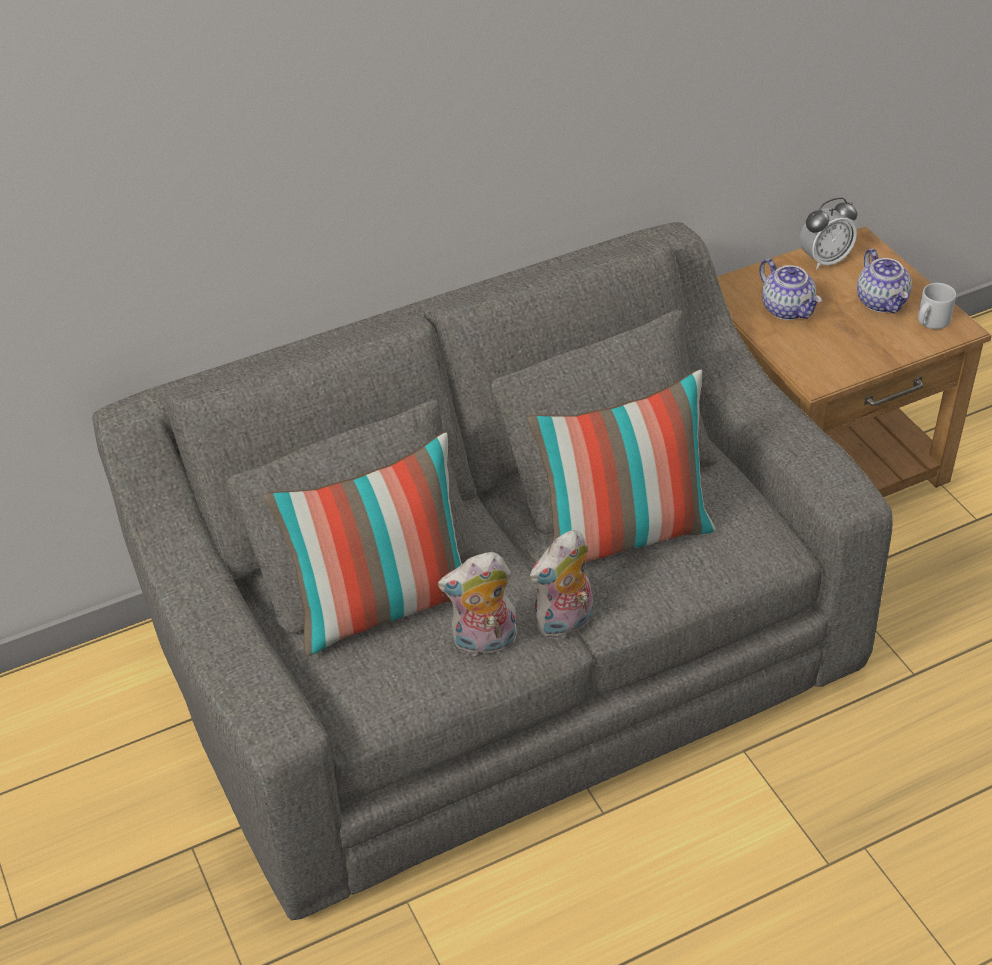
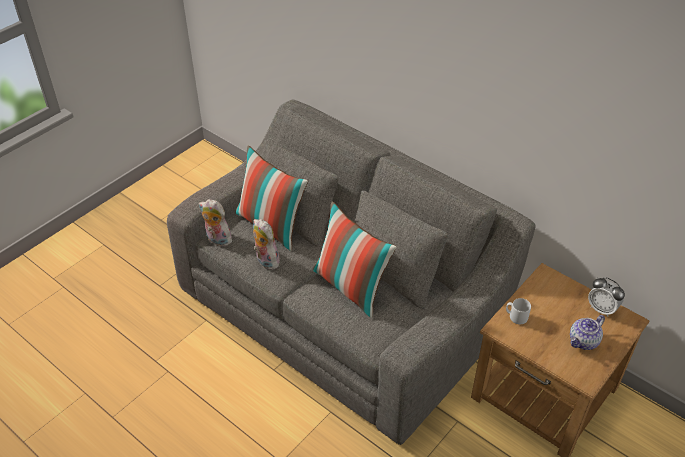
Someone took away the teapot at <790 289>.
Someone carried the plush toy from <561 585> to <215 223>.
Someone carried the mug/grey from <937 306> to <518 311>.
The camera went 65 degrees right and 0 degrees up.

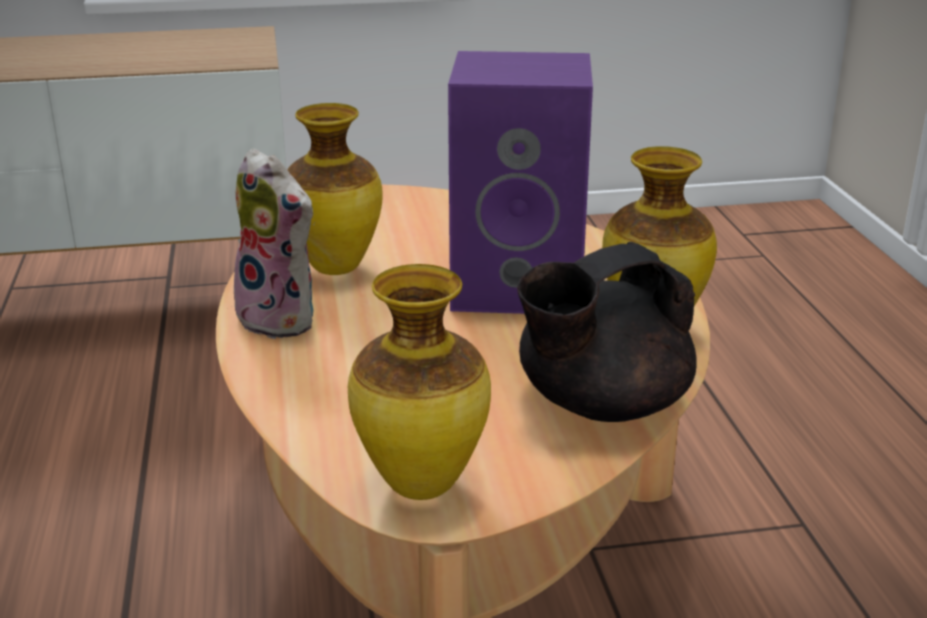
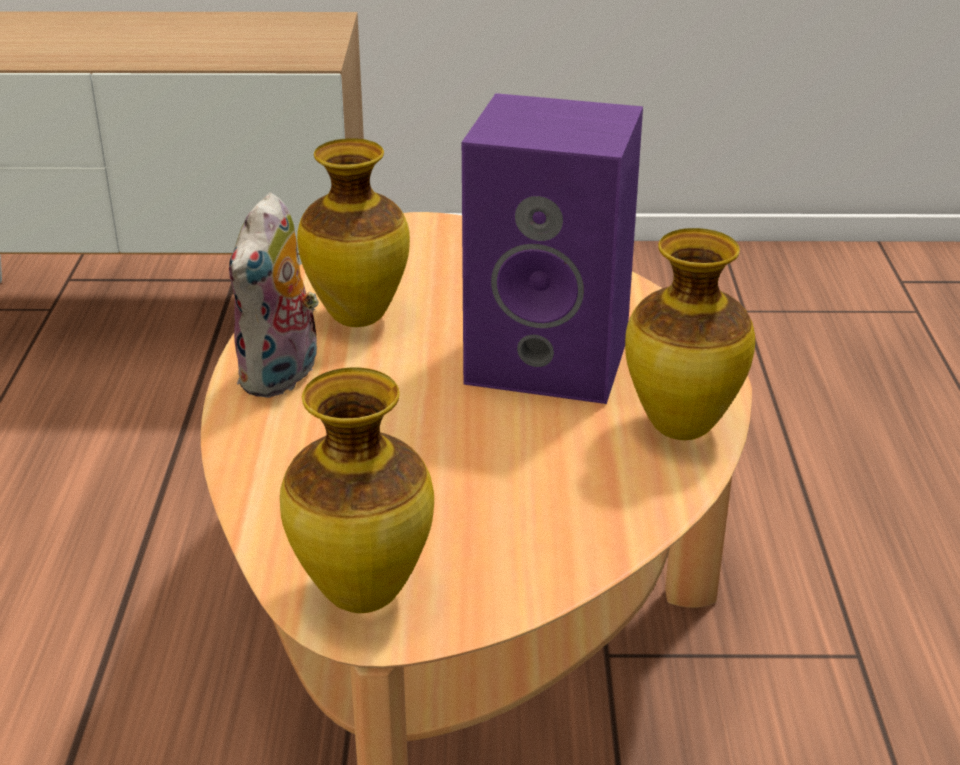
Someone took away the teapot/black at <607 332>.
Someone rotated the plush toy at <270 243> by 60 degrees clockwise.
The camera went 10 degrees right and 5 degrees up.

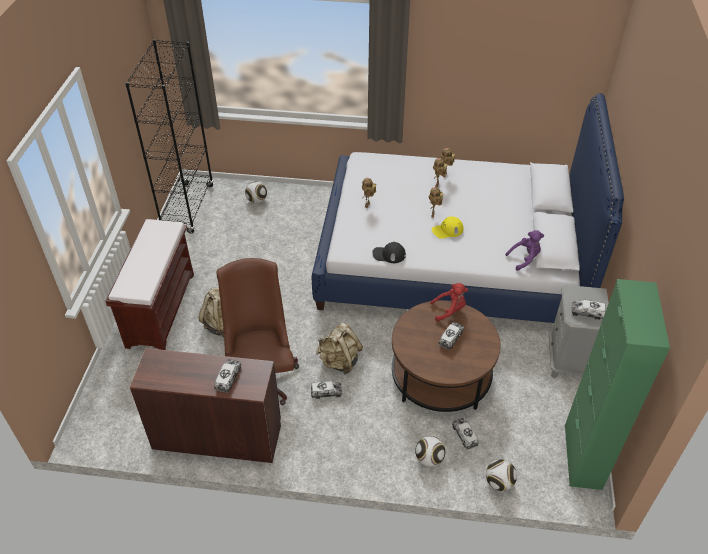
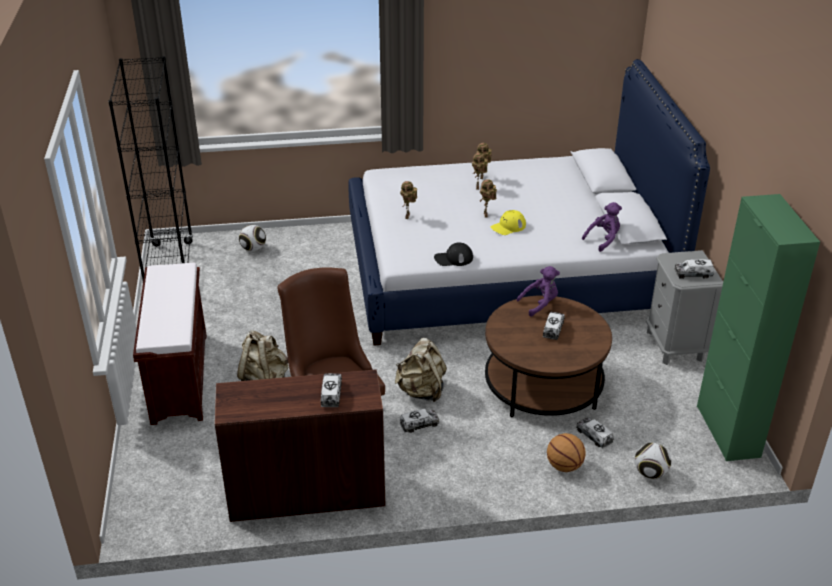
Someone swapped the football at <430 451> for the basketball at <566 452>.
Someone repainted the plush toy/red at <449 302>, which became the plush toy/purple at <538 291>.
The camera went 15 degrees left and 10 degrees down.

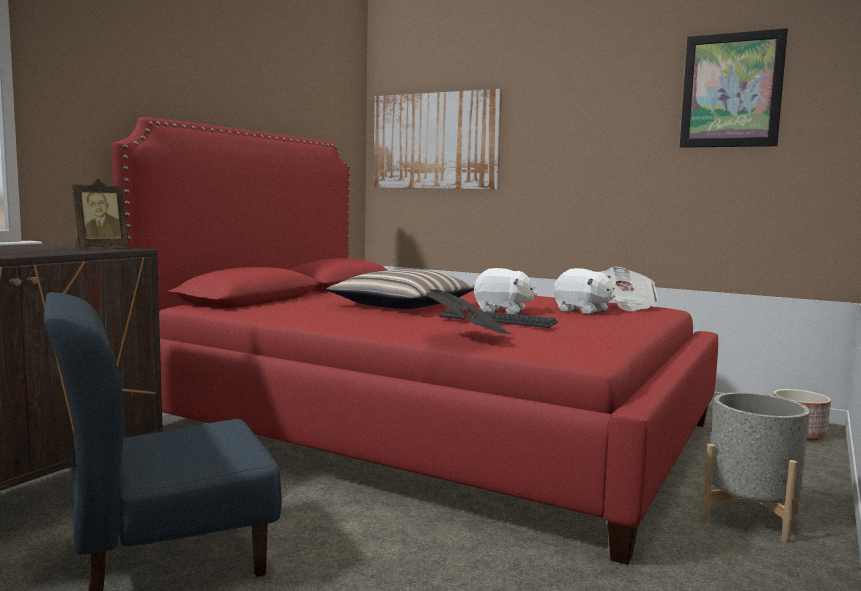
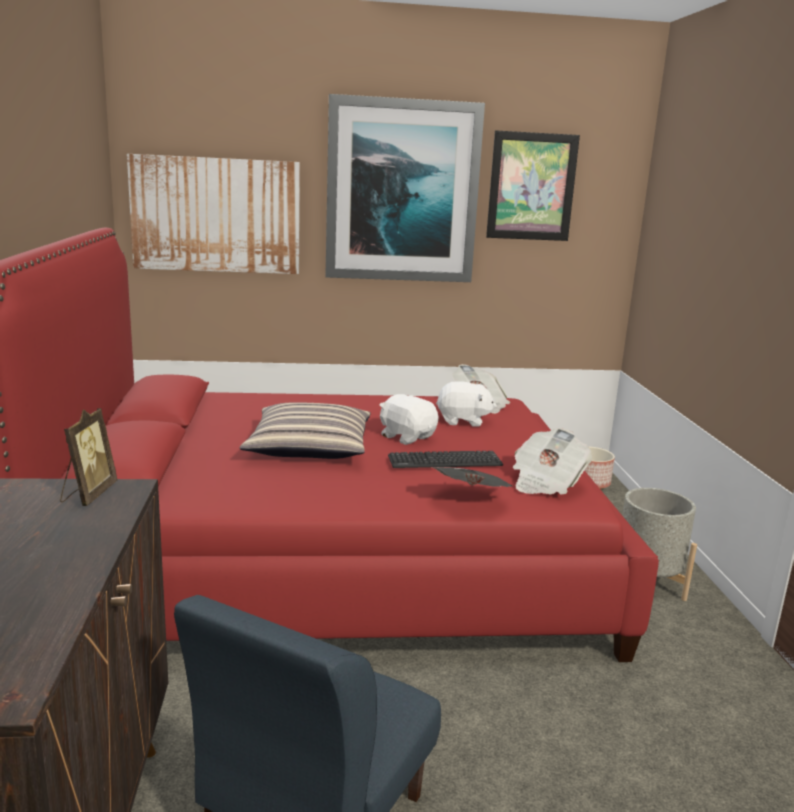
Someone put up the picture at <405 188>.
Someone put down the newspaper at <552 461>.
Someone rotated the plush toy/white at <506 291> by 120 degrees counterclockwise.
The camera went 35 degrees left and 10 degrees up.

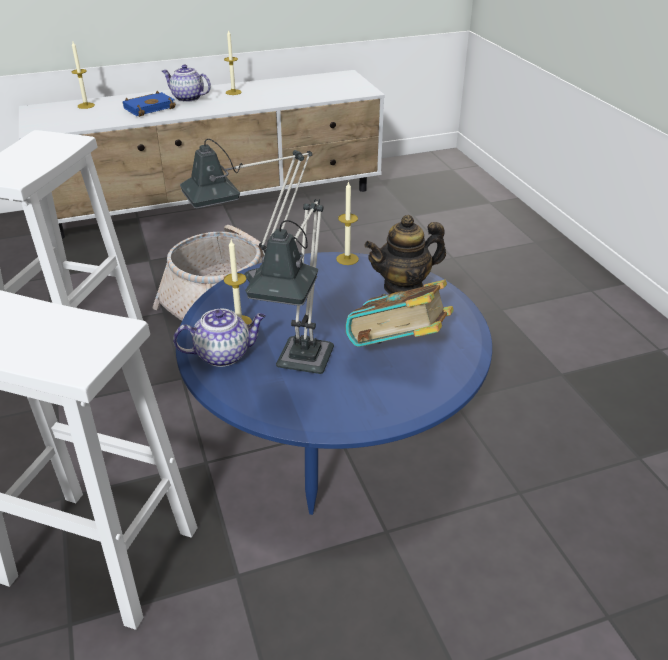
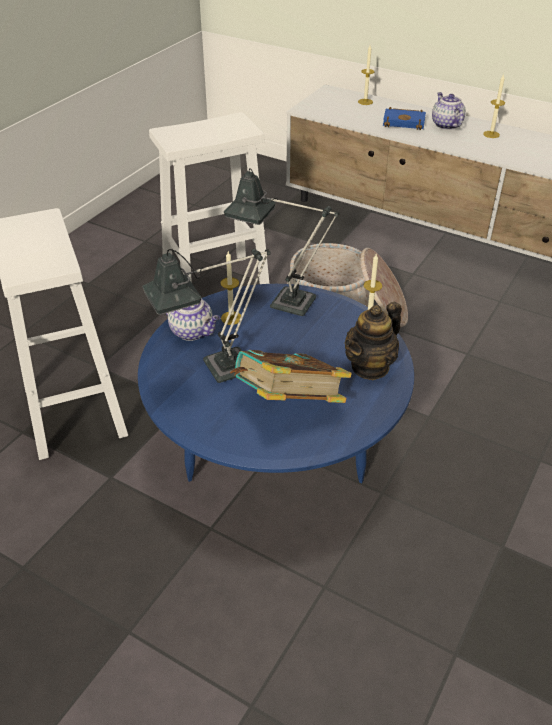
Someone rotated the teapot at <405 254> by 75 degrees counterclockwise.
The camera went 50 degrees right and 5 degrees up.

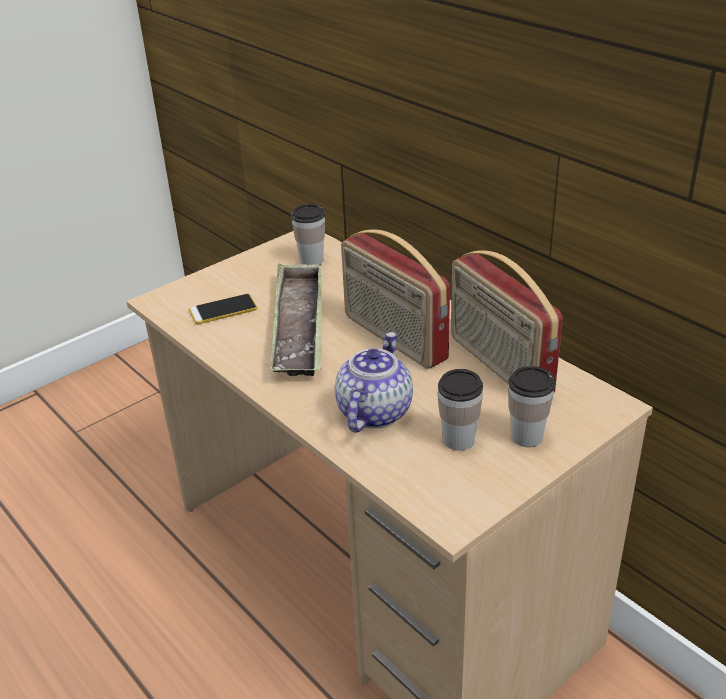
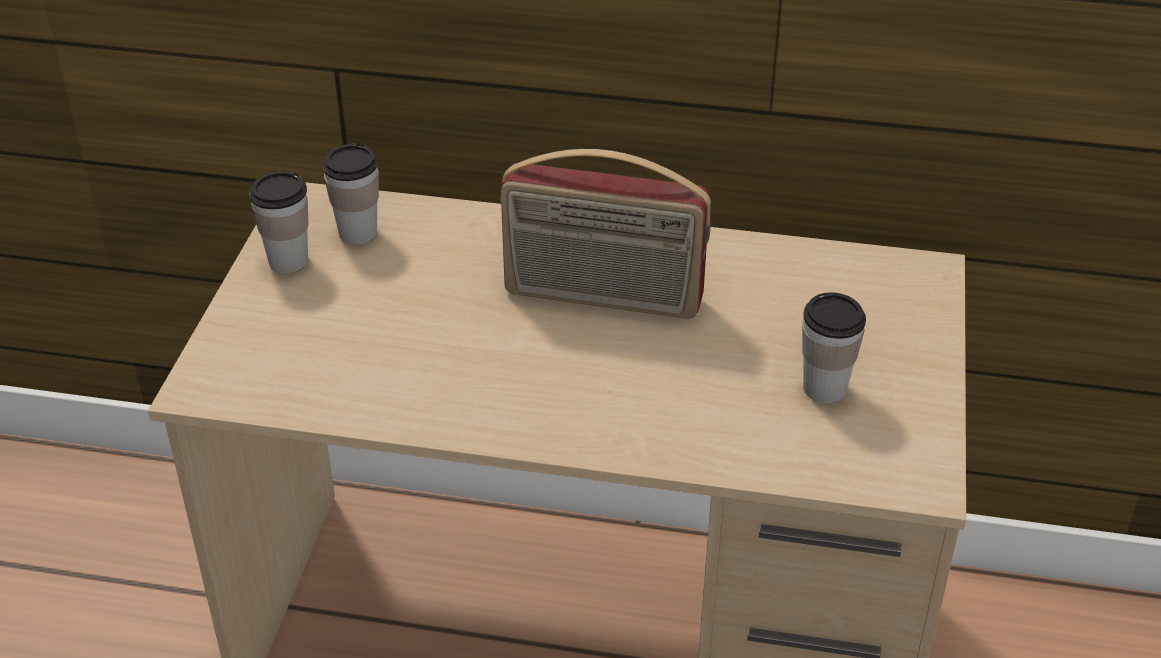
Someone took away the phone at <223 309>.
Someone took away the tray at <296 320>.
Someone took away the teapot at <374 382>.
Someone took away the radio at <507 321>.
Someone carried the cup from <532 406> to <278 222>.
The camera went 40 degrees left and 5 degrees up.

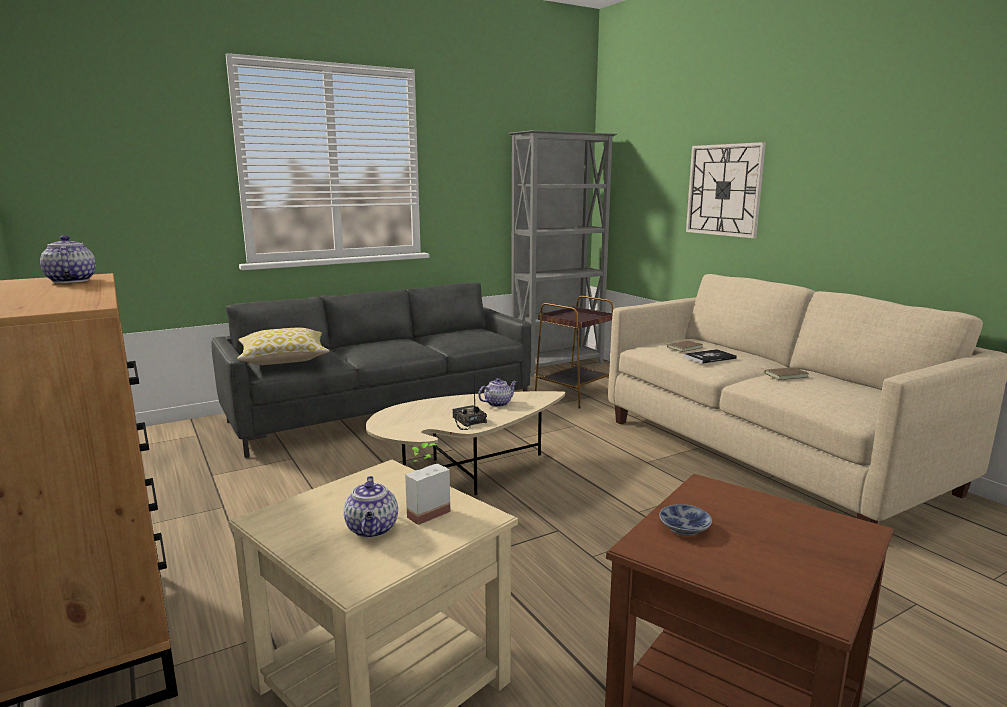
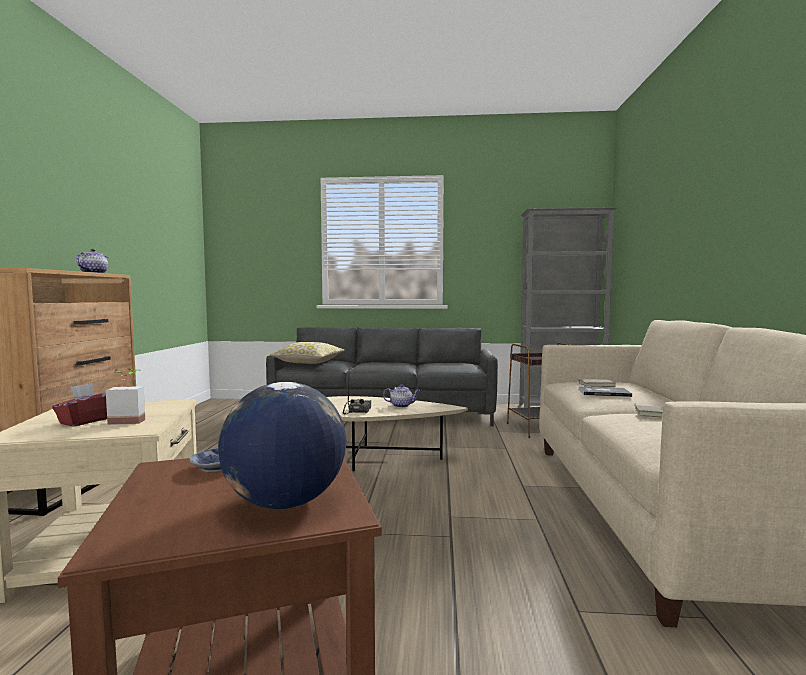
Someone took away the wall clock at <726 190>.
Someone put down the globe at <282 445>.
Someone swapped the teapot at <371 507> for the tissue box/red at <79 405>.
The camera went 35 degrees right and 10 degrees down.

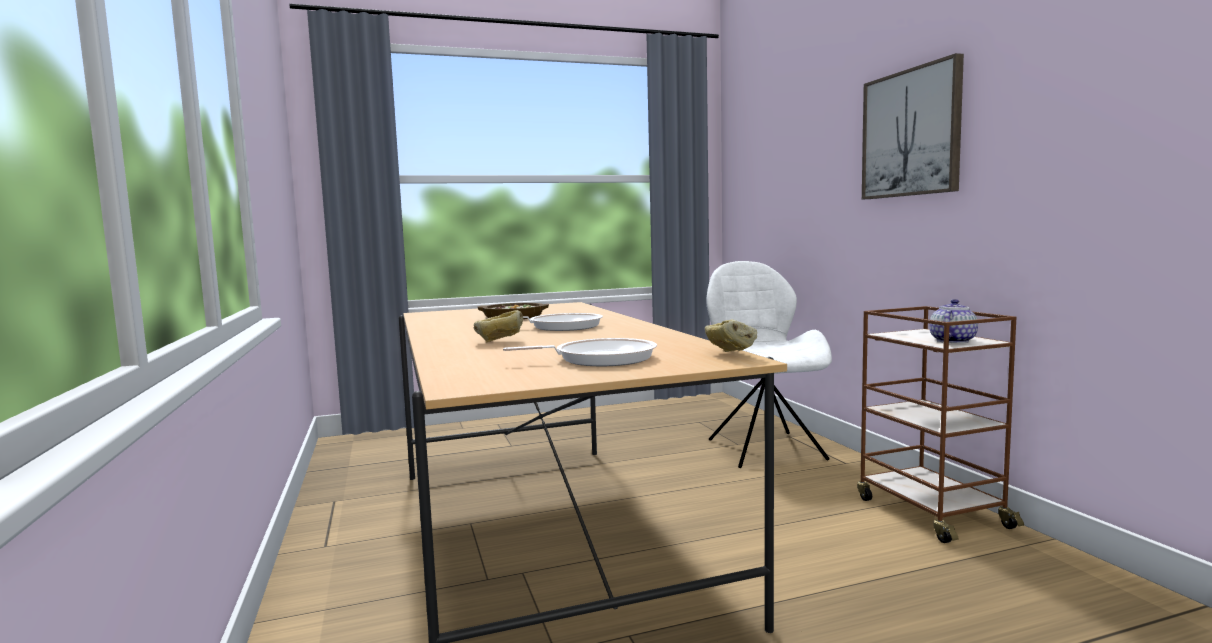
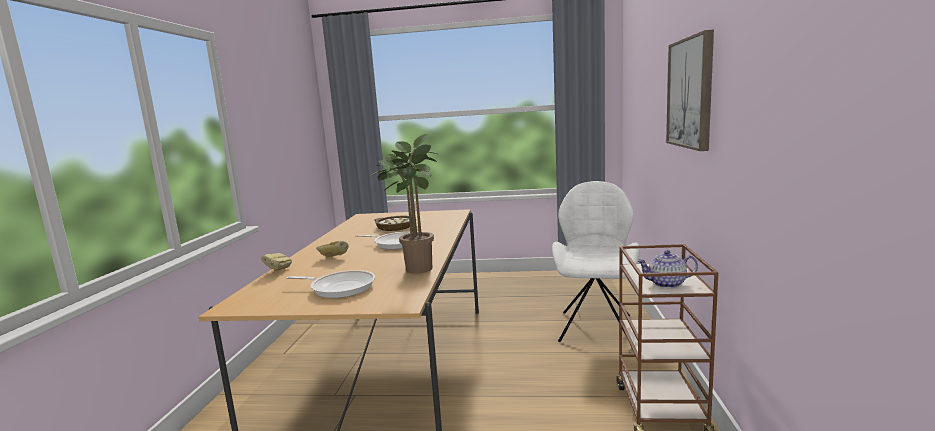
Someone put down the potted plant at <404 204>.
Someone carried the bread from <731 336> to <276 262>.
Someone rotated the teapot at <953 321> by 150 degrees counterclockwise.
The camera went 25 degrees right and 5 degrees up.

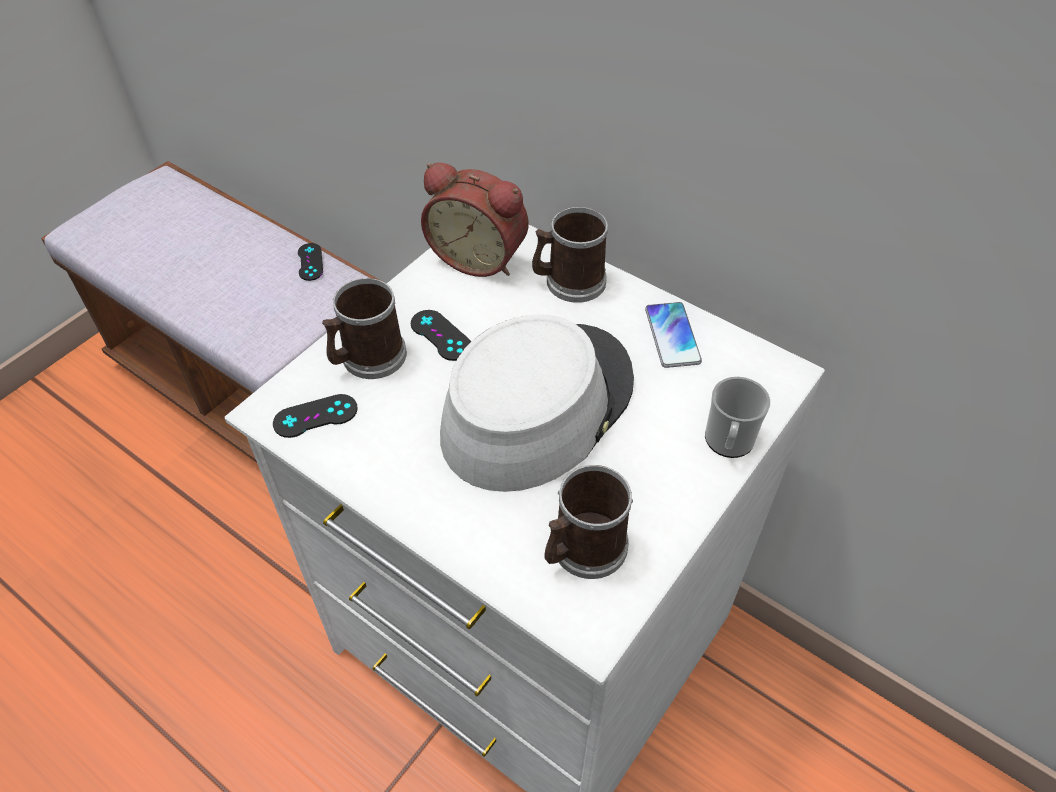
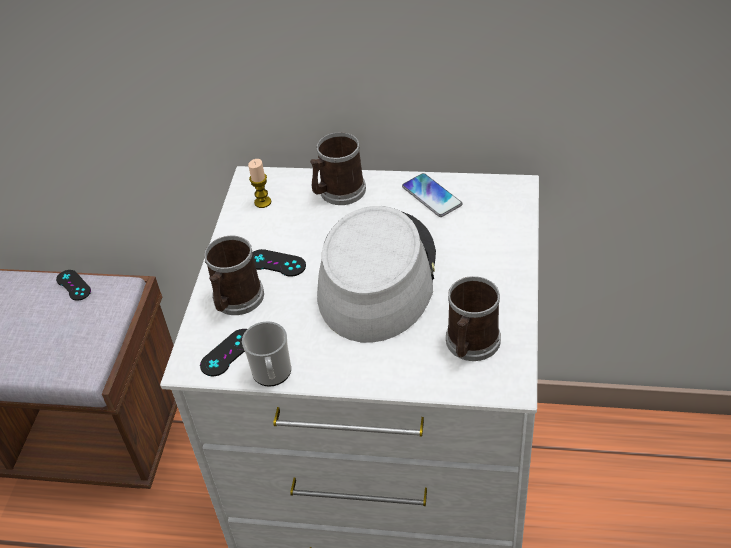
Someone carried the mug from <737 417> to <266 354>.
Someone swapped the alarm clock at <475 219> for the candle at <259 183>.
The camera went 25 degrees left and 5 degrees down.

